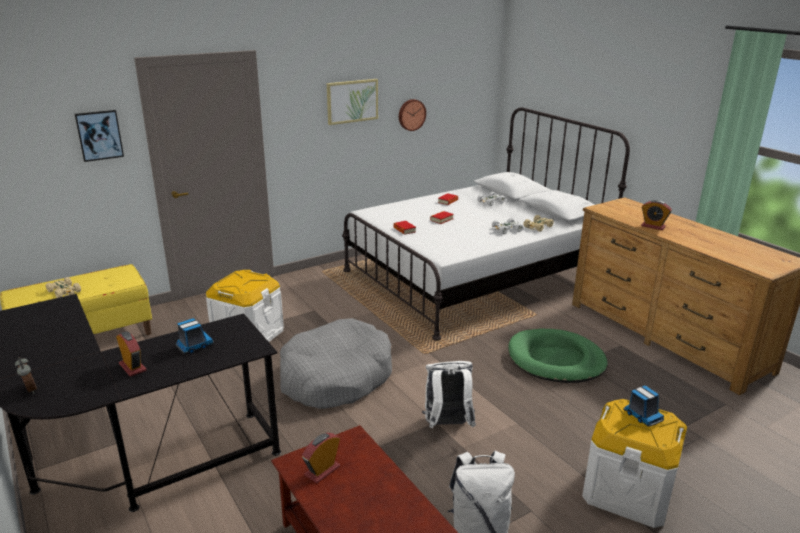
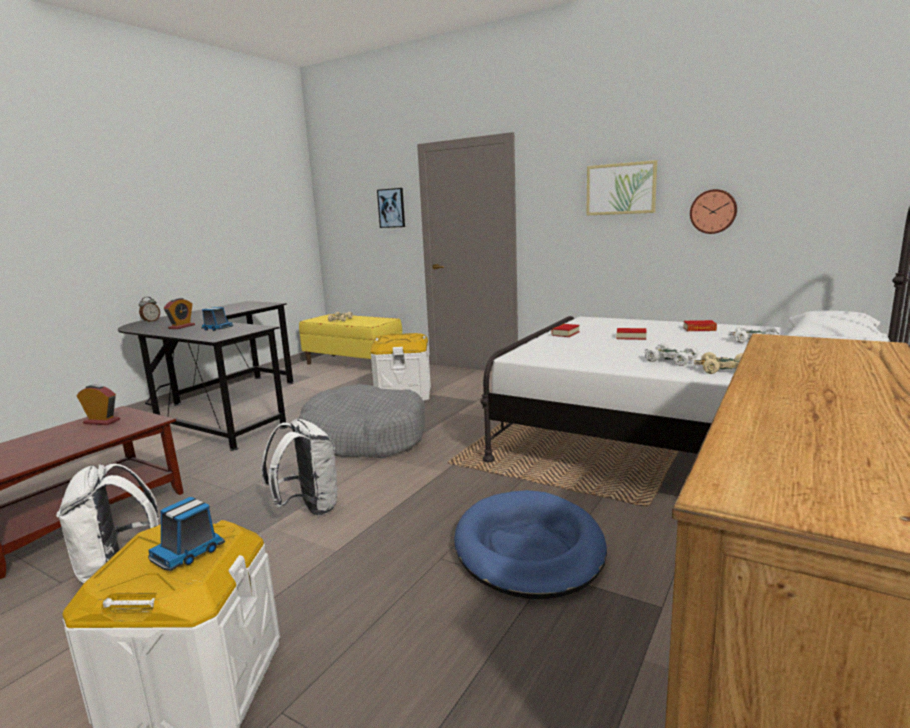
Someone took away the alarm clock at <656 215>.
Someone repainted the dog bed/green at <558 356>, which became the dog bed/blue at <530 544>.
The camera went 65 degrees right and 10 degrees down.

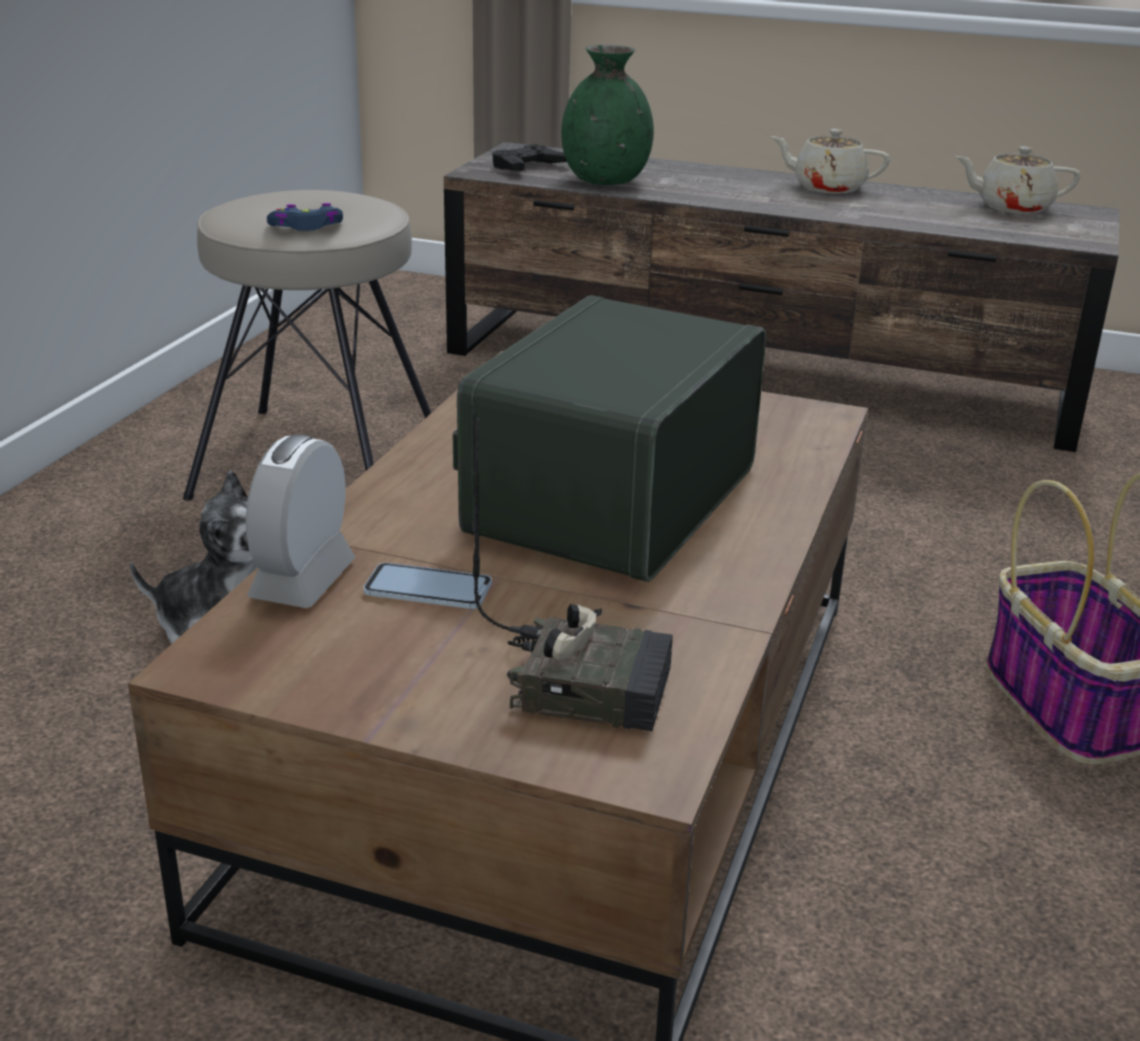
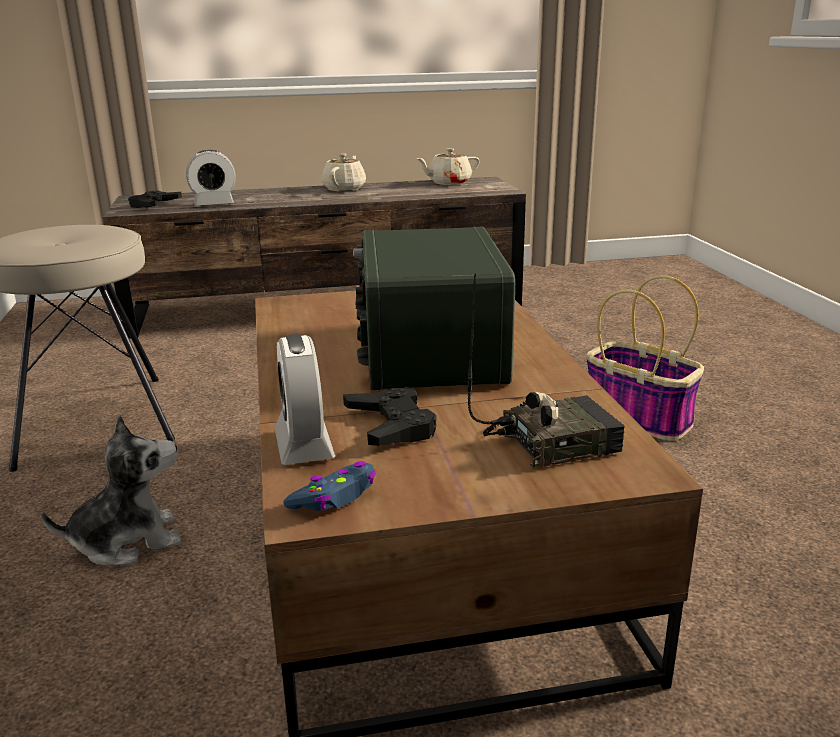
Someone carried the game controller/blue from <305 217> to <330 486>.
Someone swapped the phone at <427 586> for the game controller/black at <390 416>.
Someone swapped the vase/green at <607 115> for the alarm clock at <211 178>.
Someone rotated the teapot/beige at <831 161> by 120 degrees clockwise.
The camera went 30 degrees left and 5 degrees down.

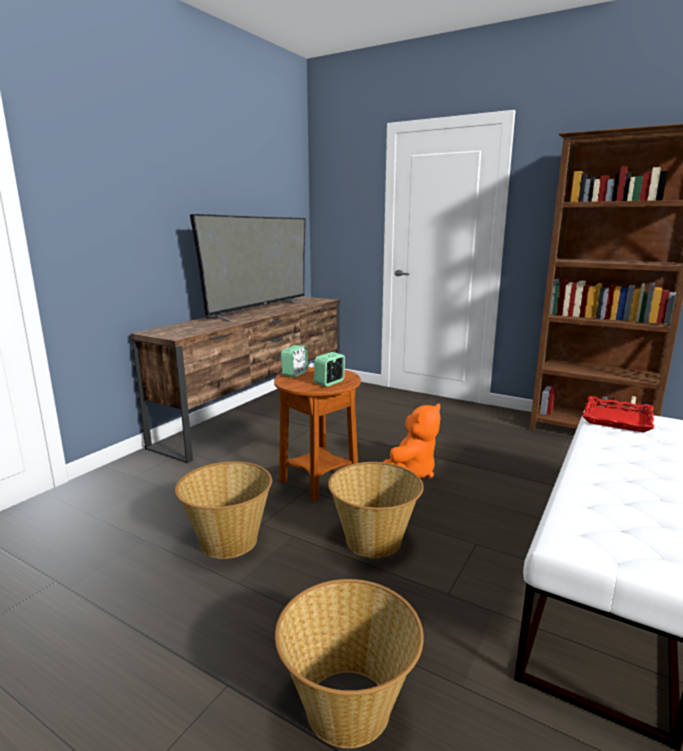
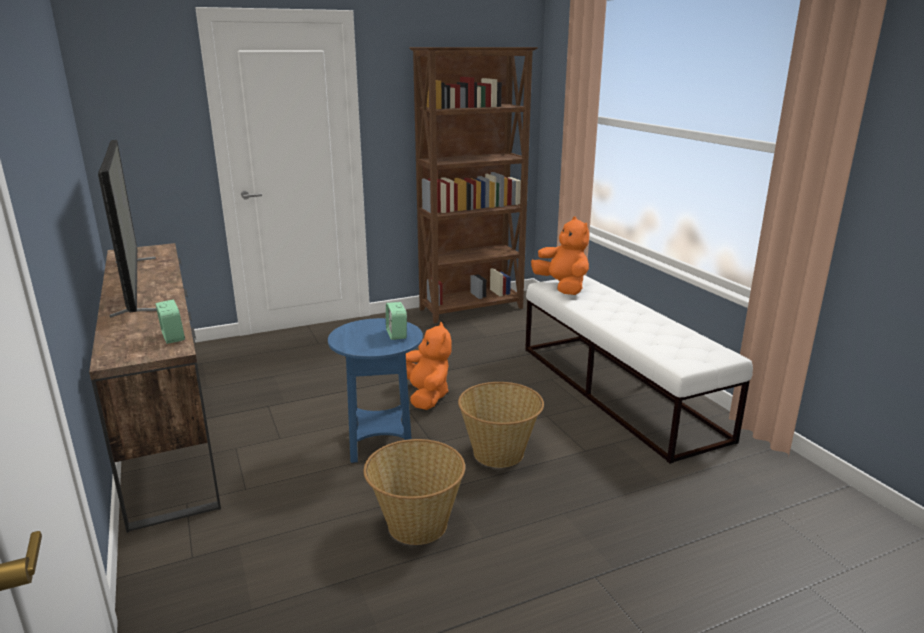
Someone took away the basket at <349 663>.
Someone carried the alarm clock from <294 361> to <170 321>.
Someone swapped the tray/red at <618 414> for the plush toy/orange at <560 256>.
Someone repainted the side table/brown at <317 434>, which became the side table/blue at <375 390>.
The camera went 55 degrees left and 5 degrees up.

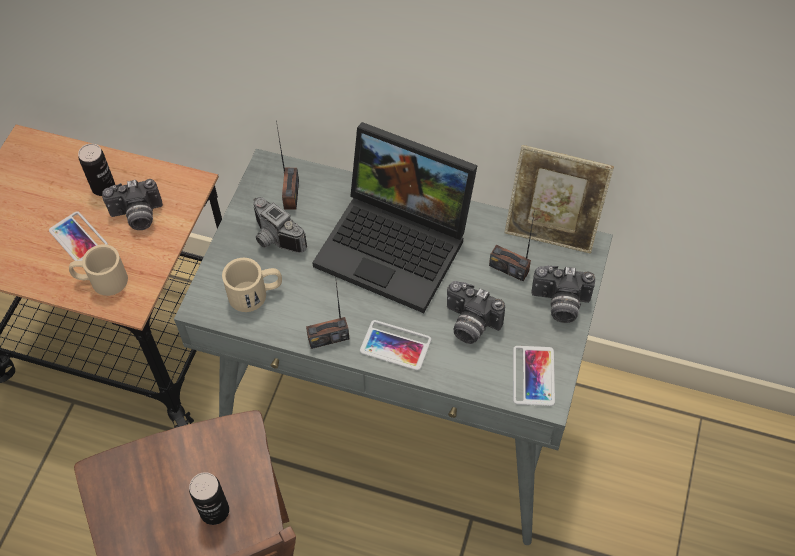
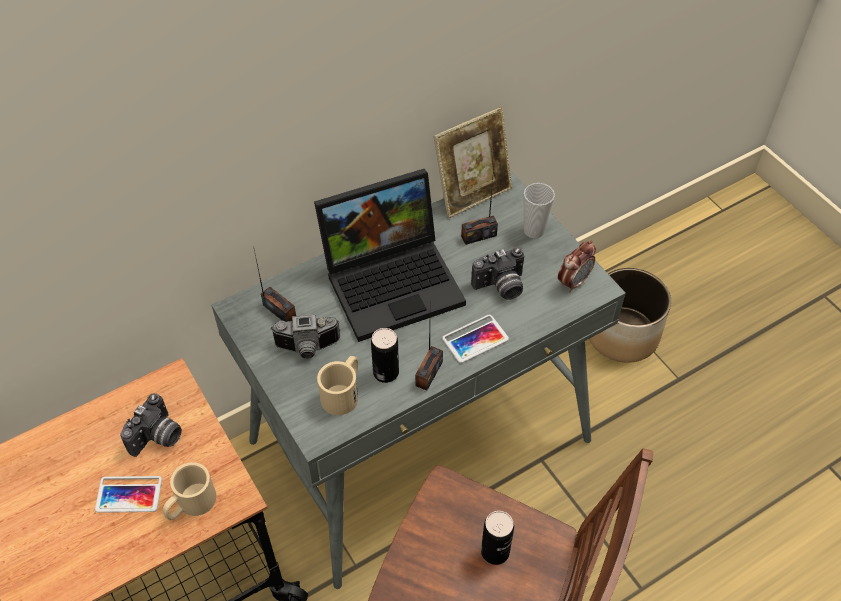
Someone put down the planter at <630 315>.
Someone carried the can from <96 170> to <385 355>.
Someone swapped the phone at <534 376> for the alarm clock at <577 266>.
Someone swapped the photo camera at <563 294> for the cup at <539 210>.
The camera went 50 degrees left and 5 degrees down.

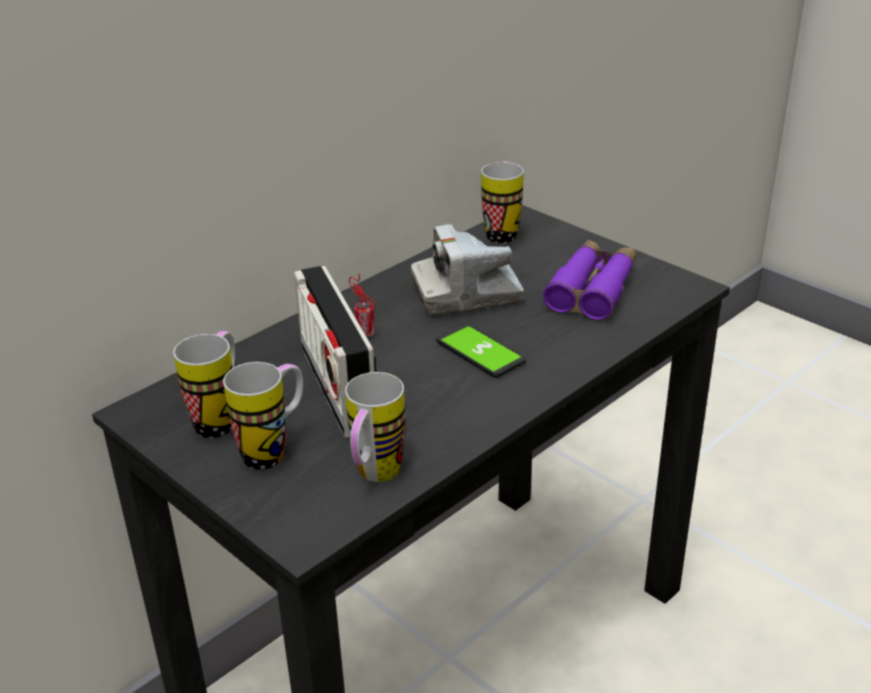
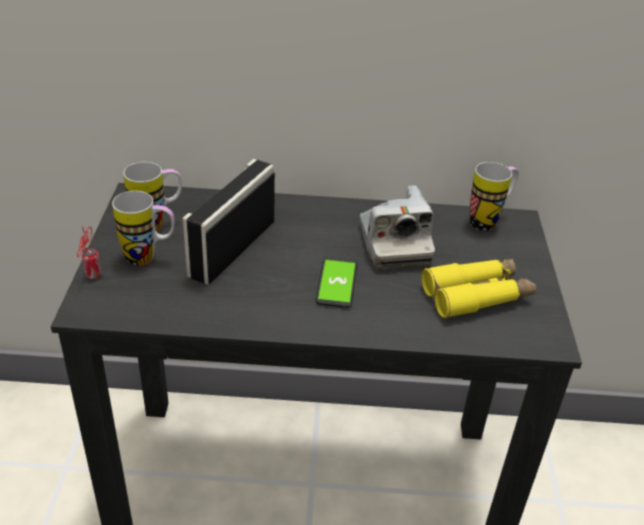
Someone took away the mug at <375 427>.
Someone carried the can from <362 306> to <89 252>.
Someone repainted the binoculars/purple at <589 280>, which became the binoculars/yellow at <479 288>.
Someone rotated the photo camera at <467 269> by 135 degrees counterclockwise.
The camera went 45 degrees right and 5 degrees up.

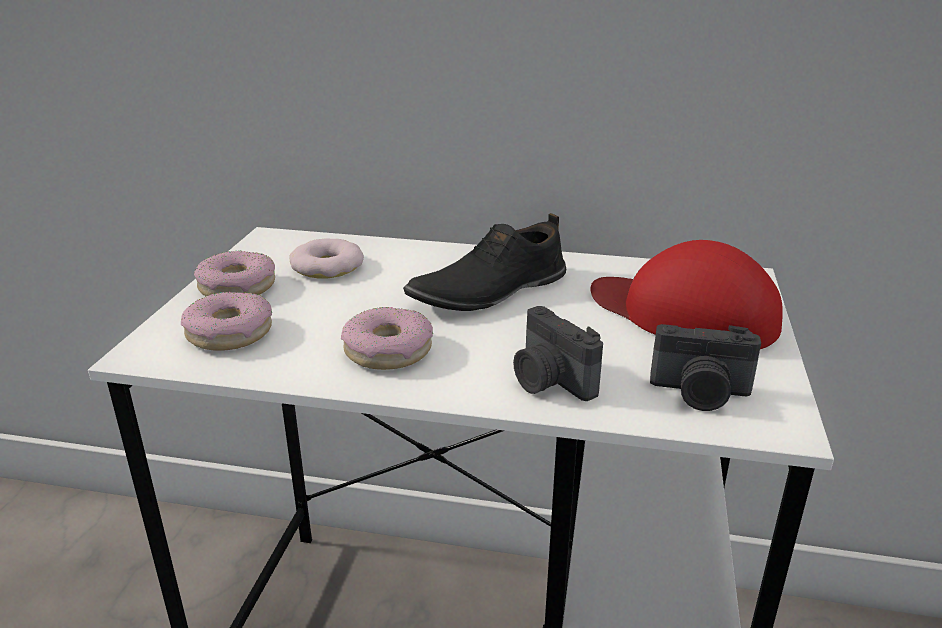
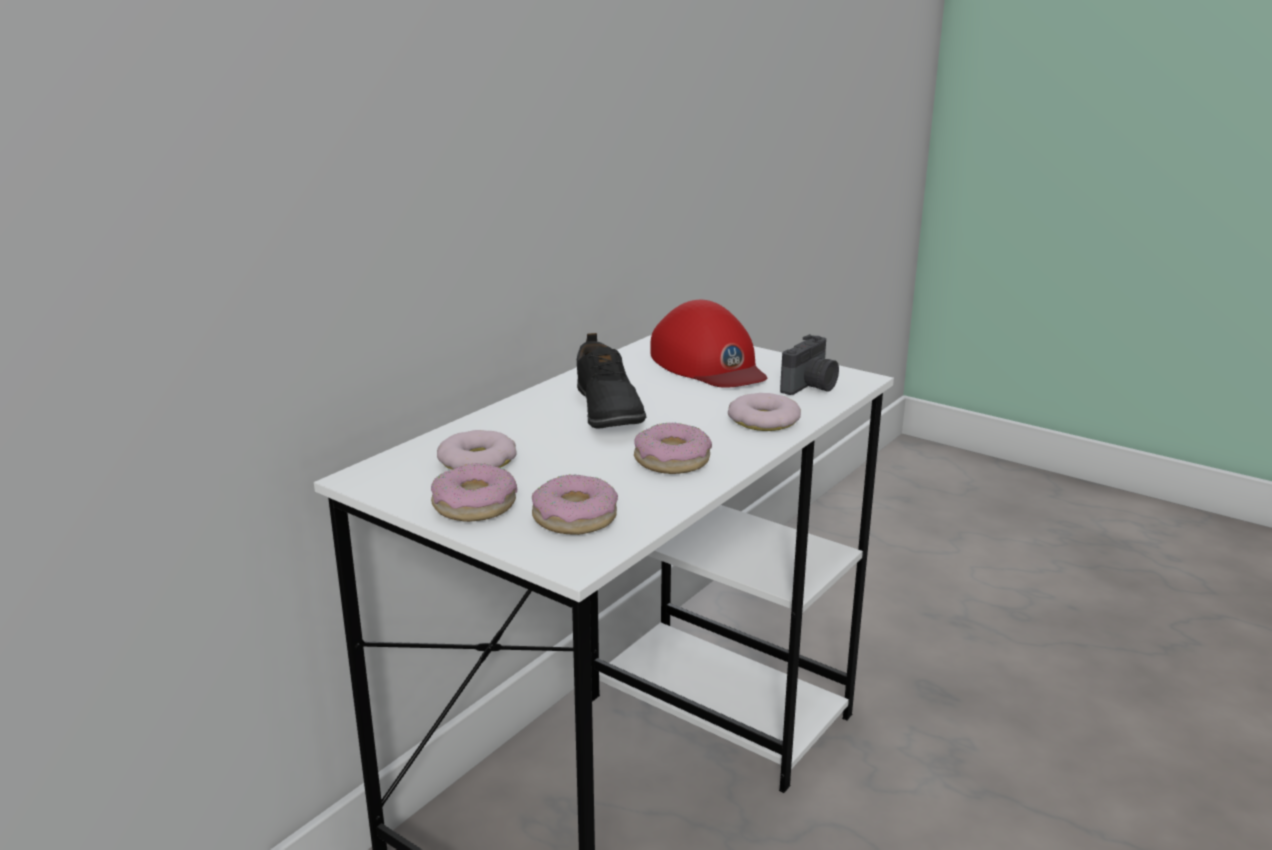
Someone swapped the photo camera at <558 353> for the donut at <764 412>.
Someone rotated the cap/red at <686 294> by 90 degrees counterclockwise.
The camera went 65 degrees left and 5 degrees down.

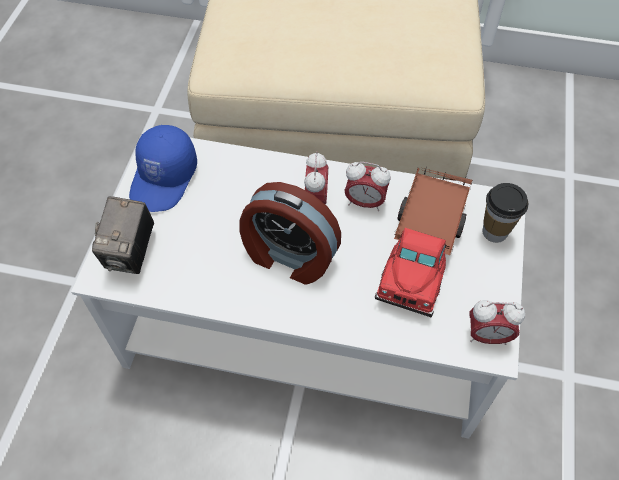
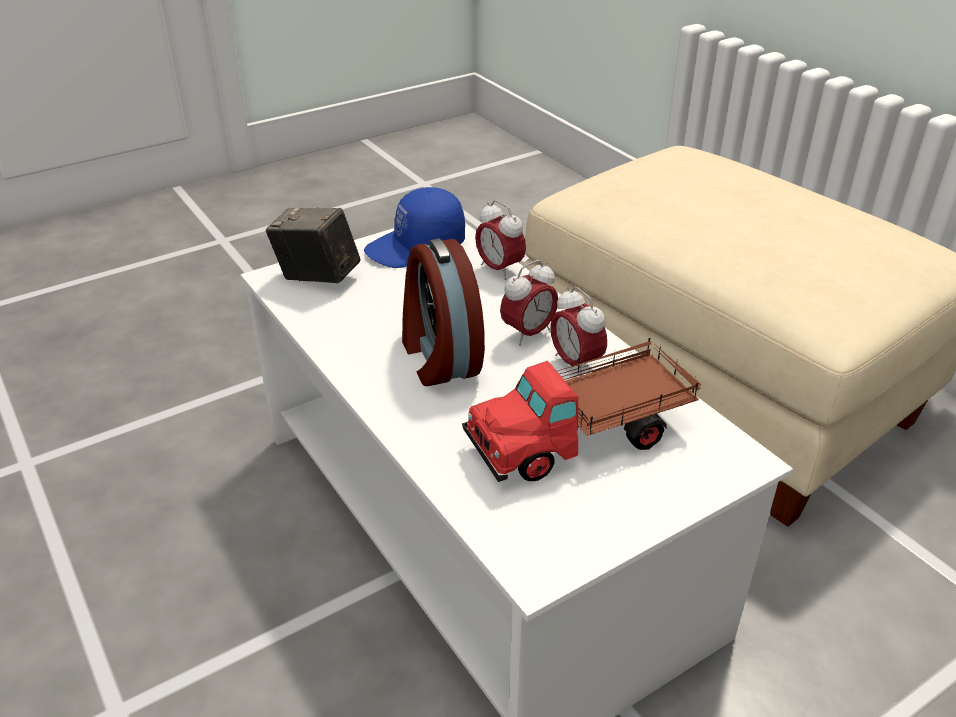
Someone took away the cup at <505 213>.
Someone carried the alarm clock from <497 322> to <500 240>.
Someone rotated the photo camera at <123 235> by 60 degrees clockwise.
The camera went 45 degrees right and 20 degrees down.

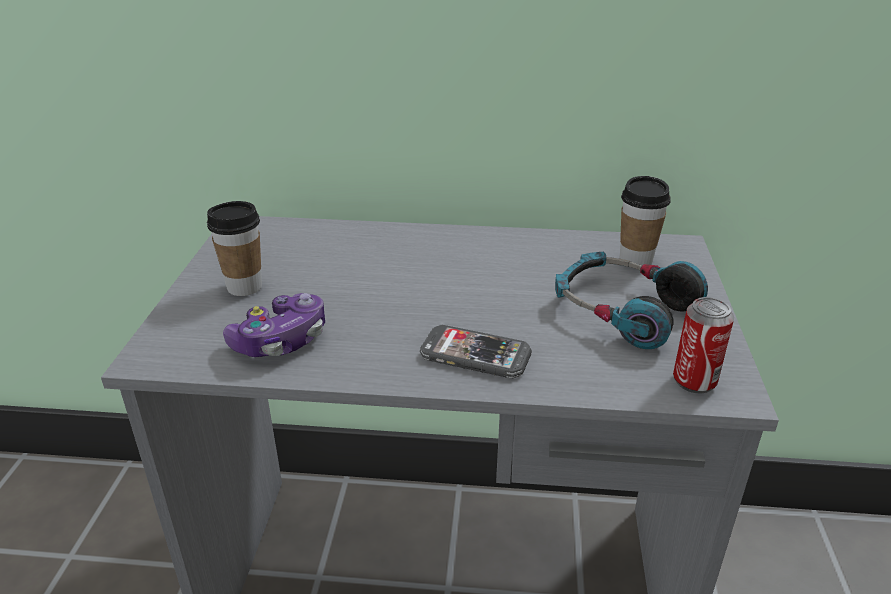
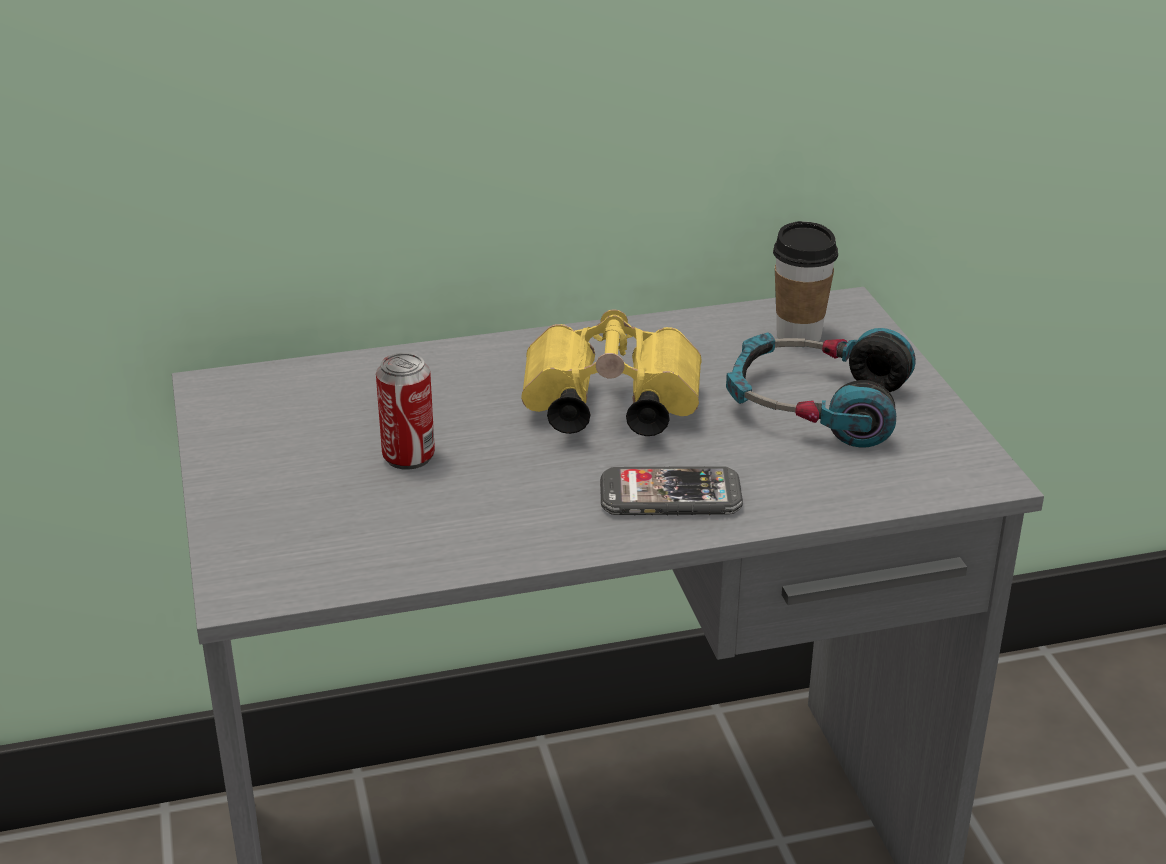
Someone took away the cup at <234 248>.
Someone took away the game controller at <274 325>.
Someone put down the binoculars/yellow at <611 372>.
Someone carried the can from <703 345> to <405 411>.
The camera went 20 degrees left and 0 degrees up.

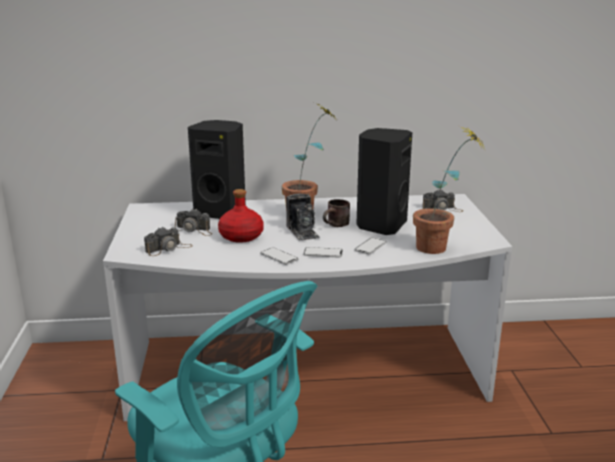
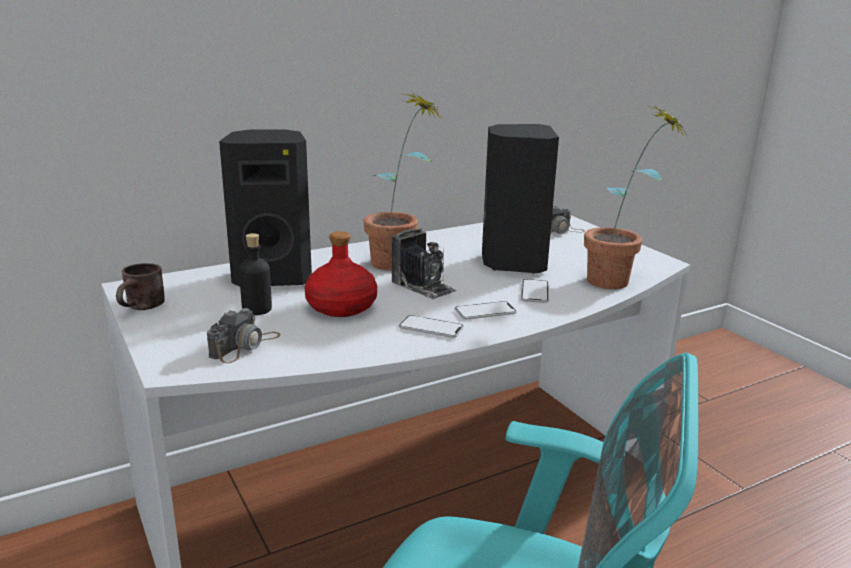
Someone carried the mug/brown from <336 213> to <140 286>.
Someone swapped the photo camera at <193 222> for the bottle/black at <255 274>.
The camera went 25 degrees left and 0 degrees up.

